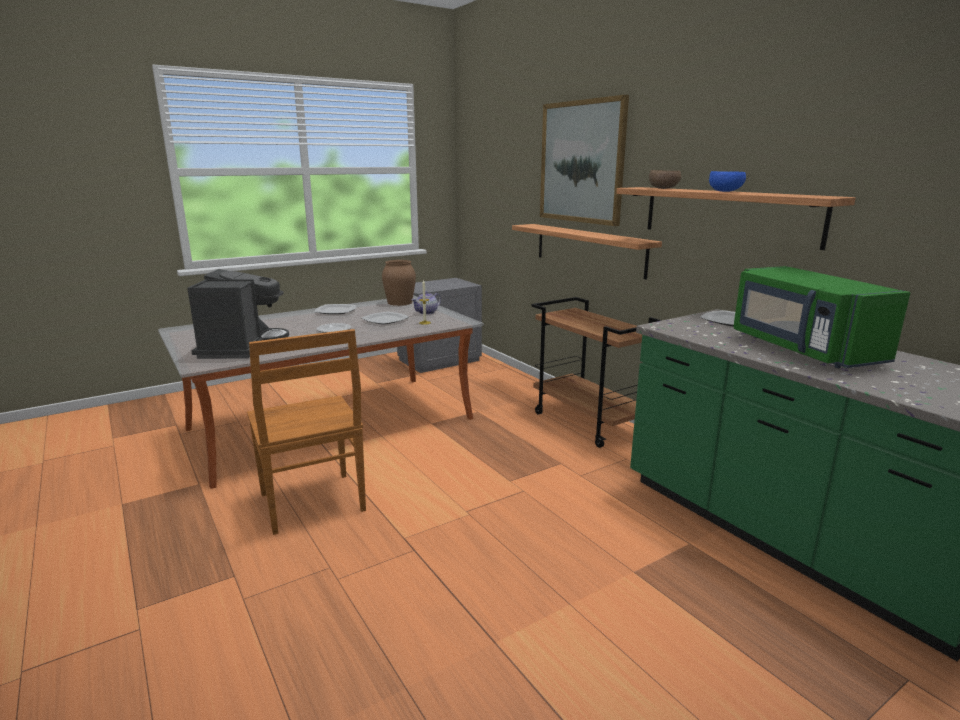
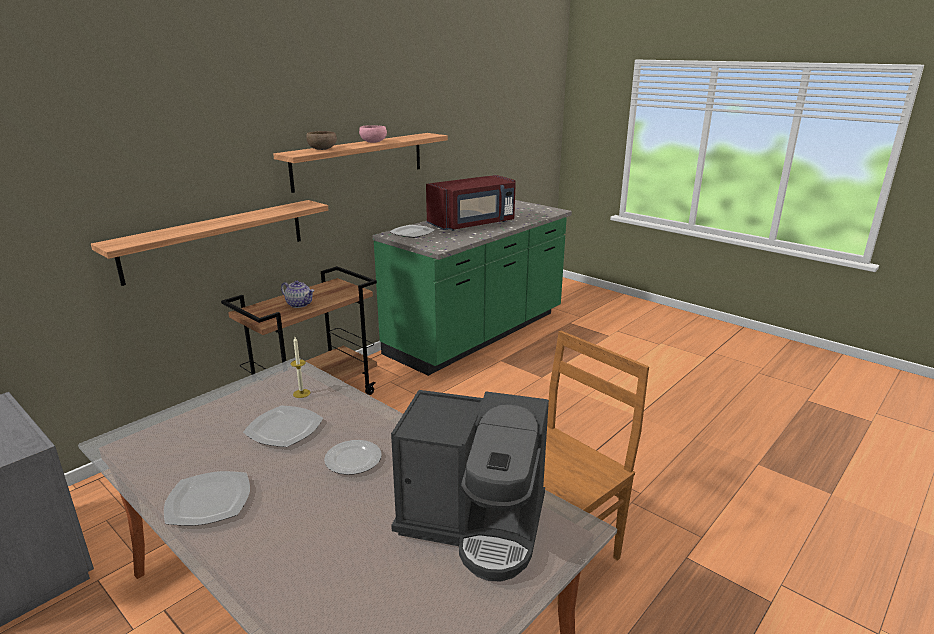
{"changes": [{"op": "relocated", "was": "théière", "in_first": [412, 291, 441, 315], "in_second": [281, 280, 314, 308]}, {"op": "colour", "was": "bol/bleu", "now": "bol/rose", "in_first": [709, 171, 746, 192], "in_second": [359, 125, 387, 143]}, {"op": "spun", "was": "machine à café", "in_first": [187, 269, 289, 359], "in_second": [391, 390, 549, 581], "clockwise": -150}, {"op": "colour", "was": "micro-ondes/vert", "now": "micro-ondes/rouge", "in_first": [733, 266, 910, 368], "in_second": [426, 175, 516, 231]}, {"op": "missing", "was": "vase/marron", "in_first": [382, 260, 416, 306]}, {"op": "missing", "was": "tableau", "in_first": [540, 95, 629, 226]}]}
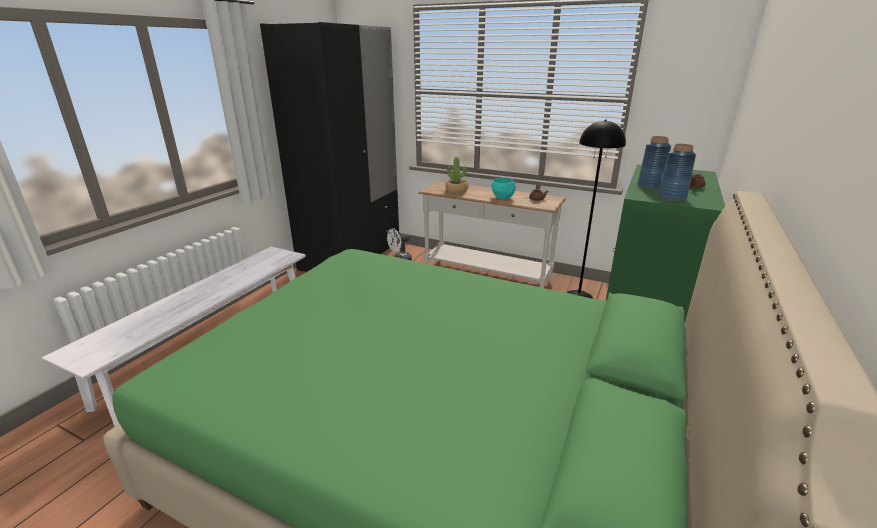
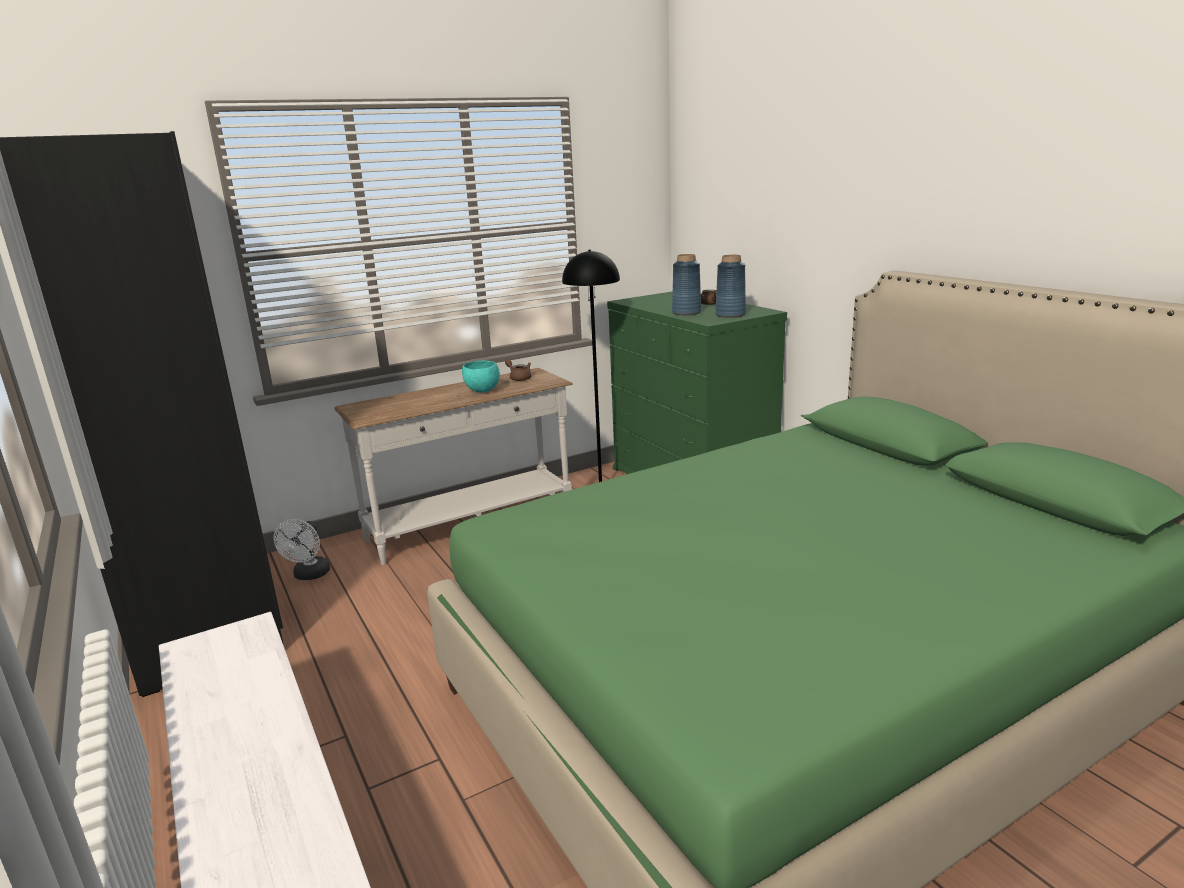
{"changes": [{"op": "missing", "was": "plante en pot", "in_first": [446, 157, 468, 193]}]}
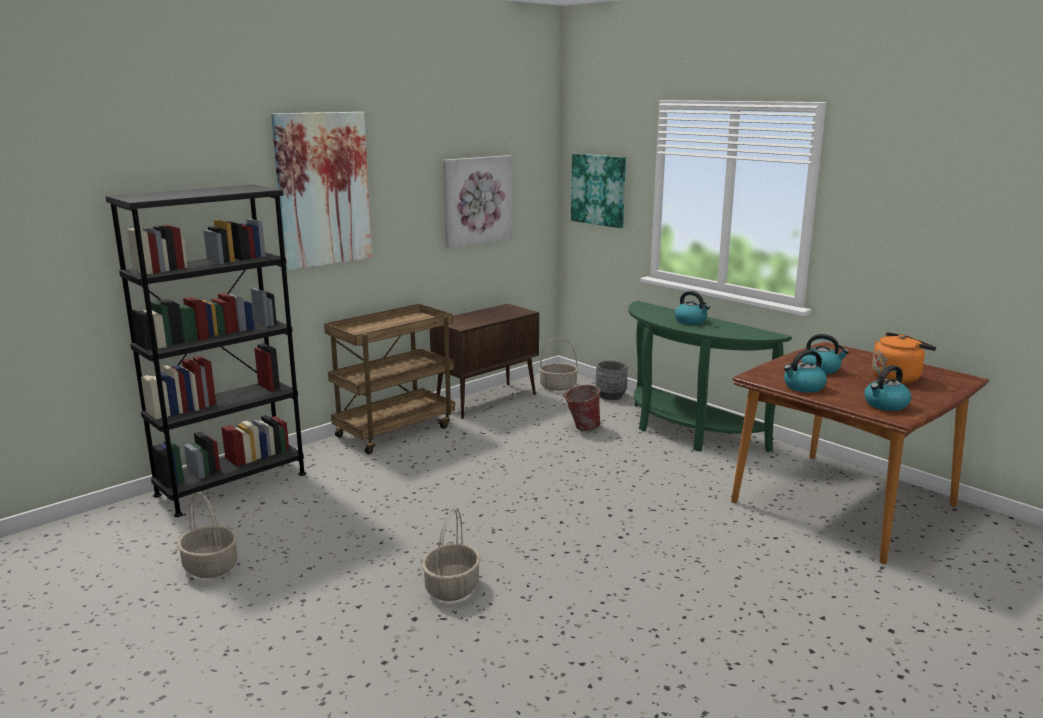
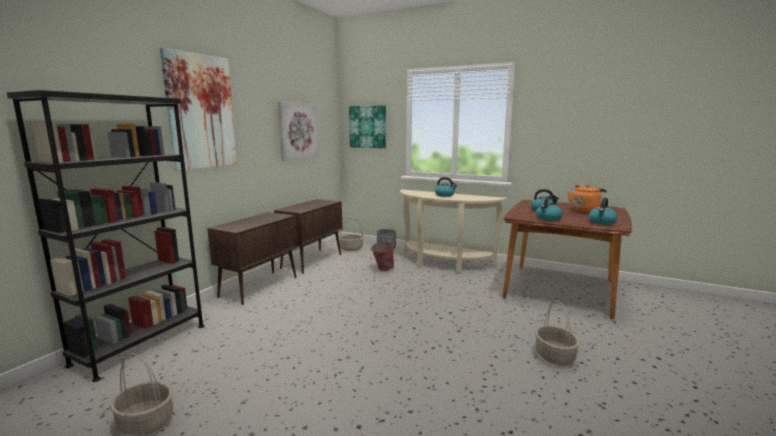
{"changes": [{"op": "exchanged", "was": "chariot/marron", "now": "meuble de rangement/marron", "in_first": [324, 304, 455, 454], "in_second": [207, 212, 297, 305]}, {"op": "colour", "was": "table console/vert", "now": "table console/beige", "in_first": [628, 301, 792, 452], "in_second": [400, 189, 507, 273]}, {"op": "relocated", "was": "panier", "in_first": [422, 509, 481, 601], "in_second": [535, 300, 580, 366]}]}
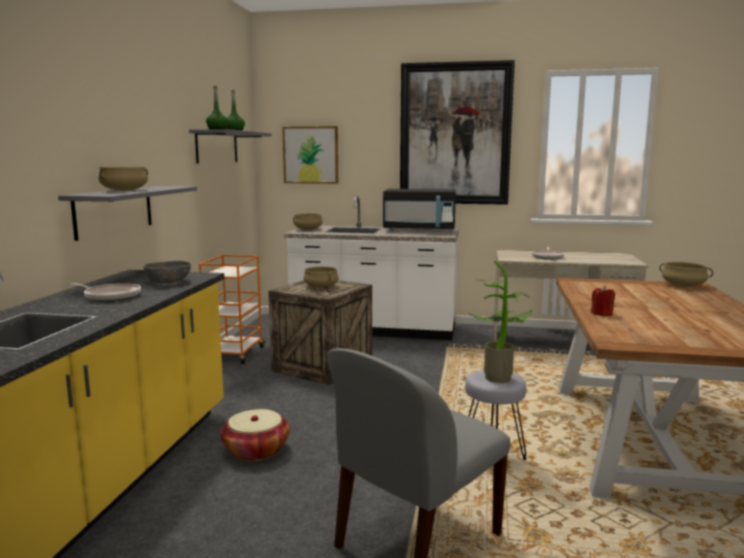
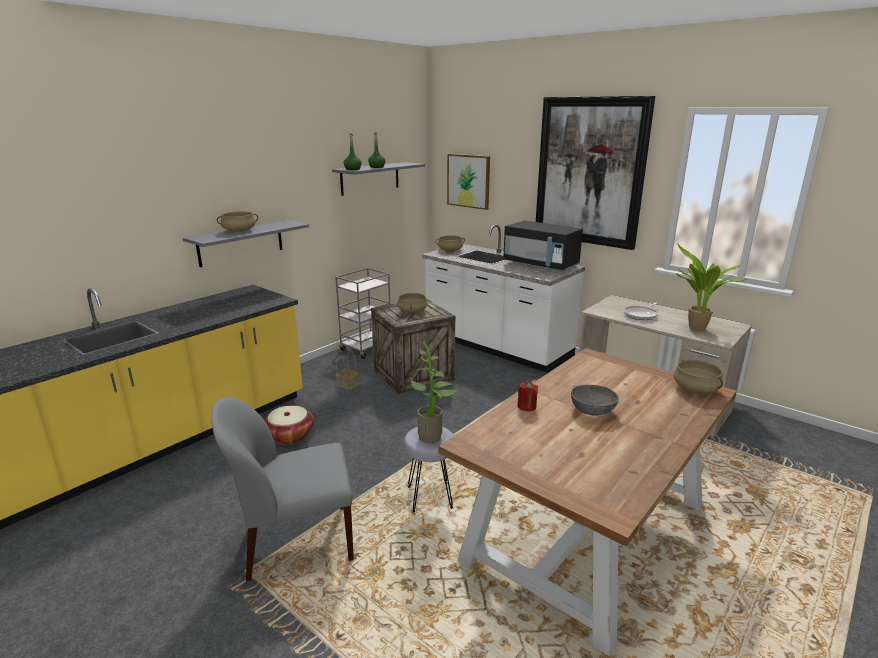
{"changes": [{"op": "colour", "was": "chariot/orange", "now": "chariot/gris", "in_first": [199, 255, 266, 364], "in_second": [335, 268, 391, 359]}, {"op": "appeared", "now": "panier", "in_second": [336, 350, 359, 390]}, {"op": "relocated", "was": "bol/gris", "in_first": [143, 261, 191, 284], "in_second": [571, 385, 619, 416]}, {"op": "appeared", "now": "plante en pot", "in_second": [677, 244, 746, 331]}, {"op": "missing", "was": "poêle", "in_first": [70, 283, 141, 302]}]}
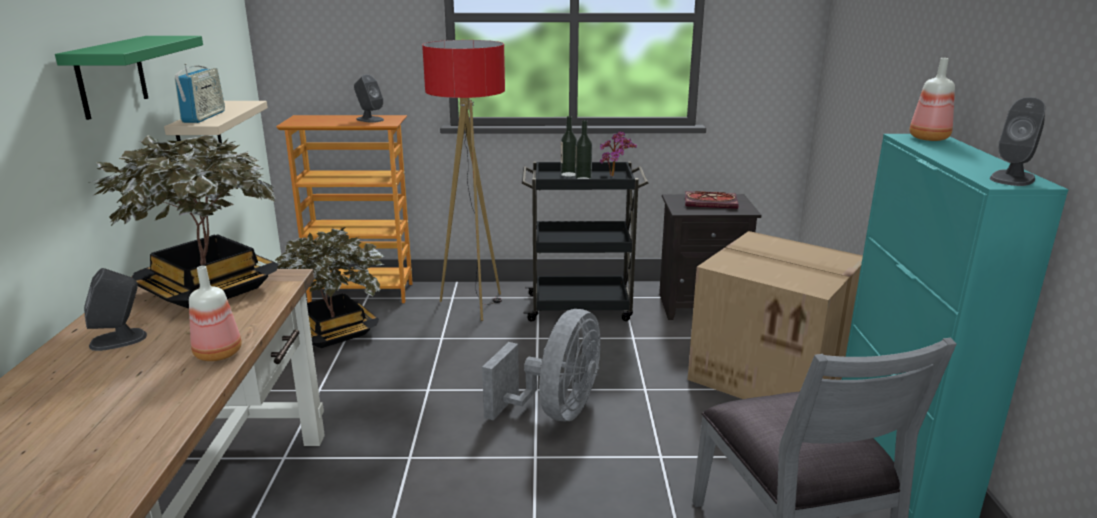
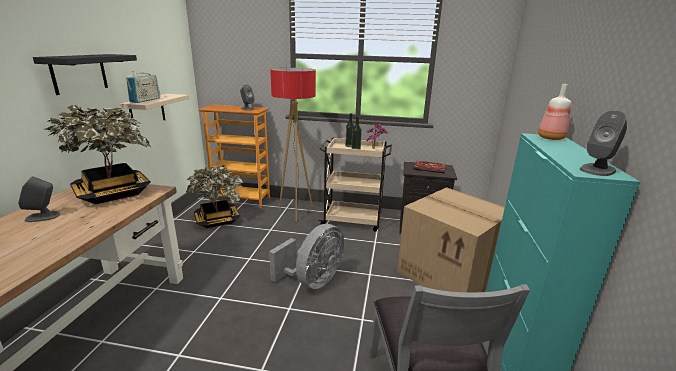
{"changes": [{"op": "colour", "was": "étagère/vert", "now": "étagère/noir", "in_first": [55, 36, 203, 120], "in_second": [33, 54, 137, 95]}, {"op": "colour", "was": "chariot/noir", "now": "chariot/beige", "in_first": [522, 162, 648, 321], "in_second": [319, 138, 392, 232]}, {"op": "missing", "was": "bouteille", "in_first": [189, 266, 242, 361]}]}
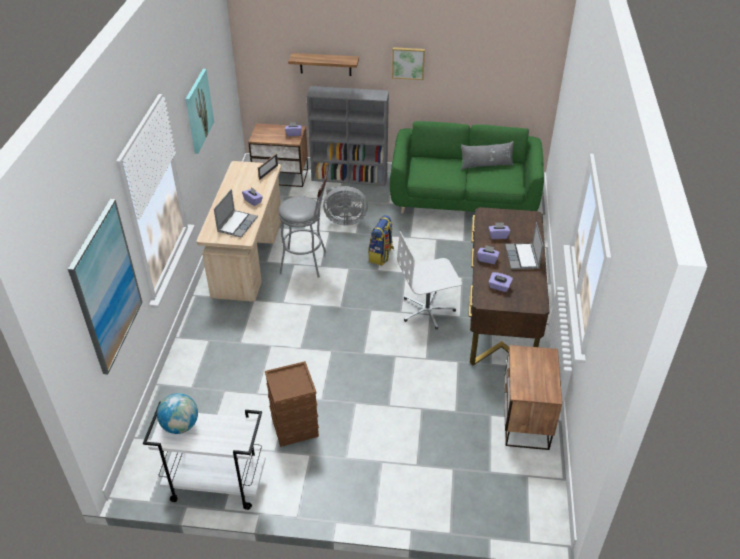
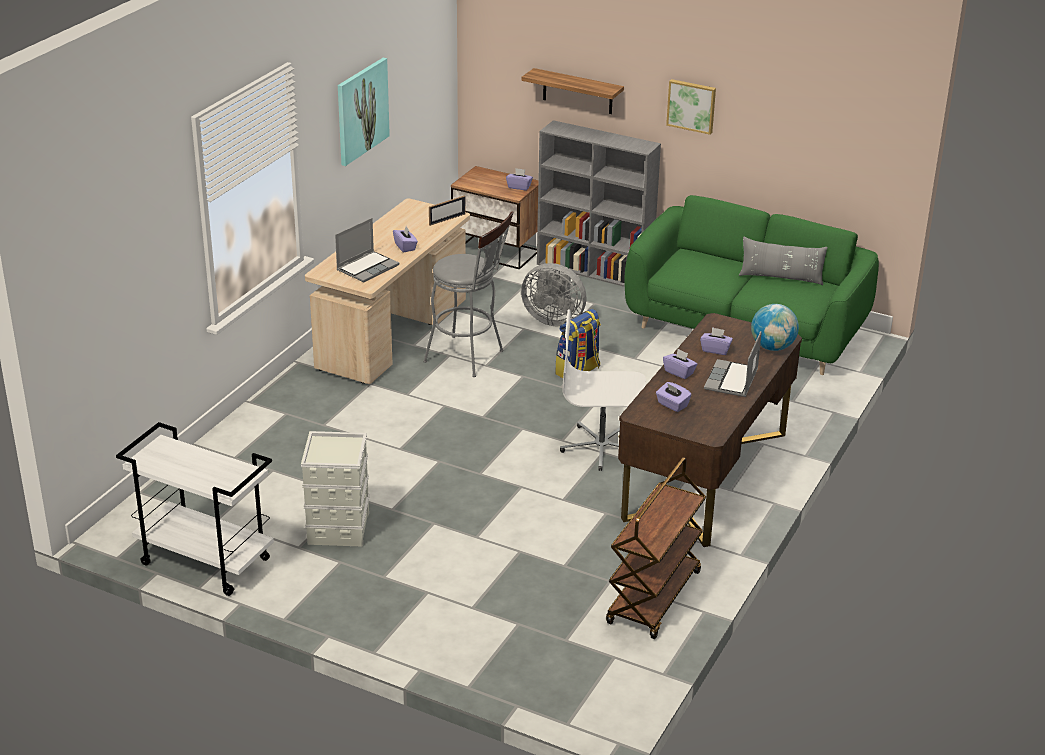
{"changes": [{"op": "colour", "was": "boîte de rangement/marron", "now": "boîte de rangement/gris", "in_first": [265, 361, 319, 447], "in_second": [301, 431, 370, 547]}, {"op": "exchanged", "was": "table de chevet", "now": "chariot/marron", "in_first": [504, 345, 562, 450], "in_second": [606, 457, 706, 639]}, {"op": "relocated", "was": "globe", "in_first": [157, 393, 198, 434], "in_second": [751, 304, 799, 351]}, {"op": "missing", "was": "tableau", "in_first": [68, 199, 143, 374]}]}
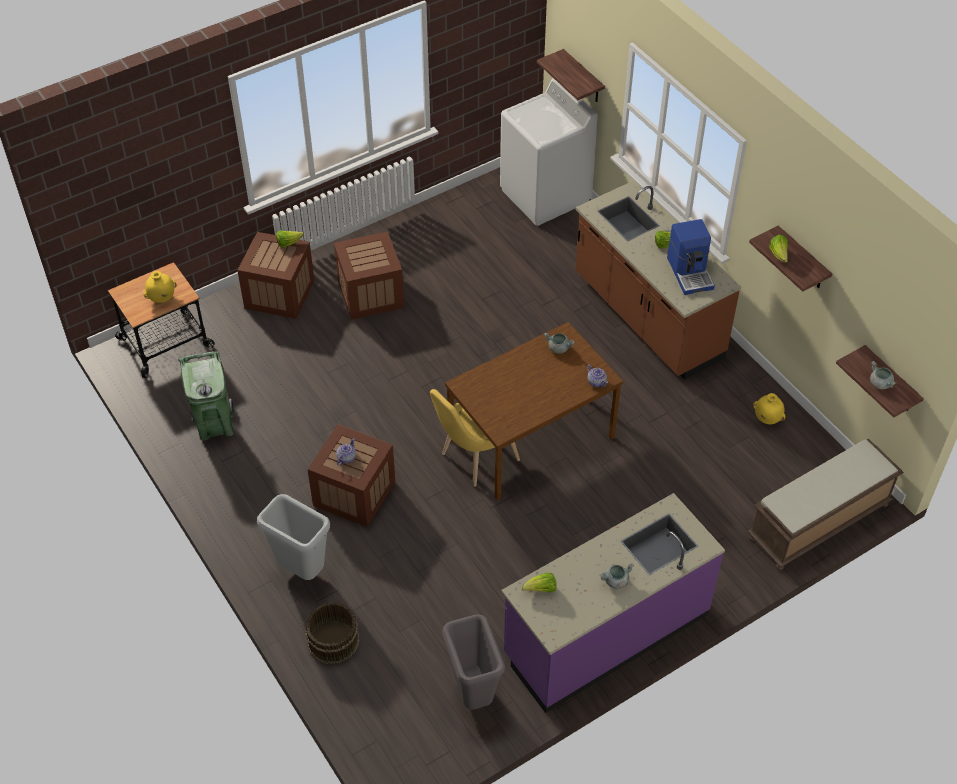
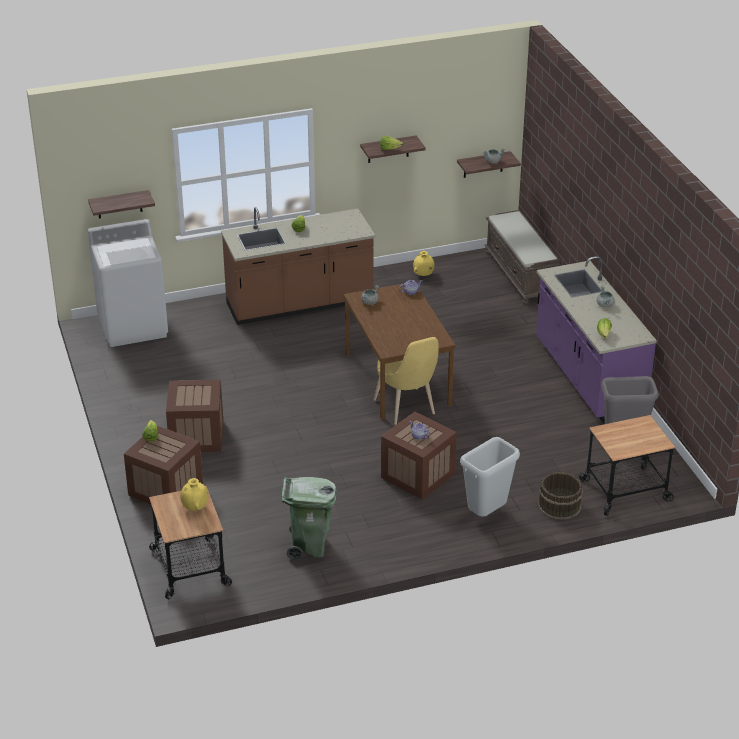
{"changes": [{"op": "appeared", "now": "chariot", "in_second": [579, 415, 675, 516]}, {"op": "missing", "was": "machine à café", "in_first": [667, 219, 715, 295]}]}
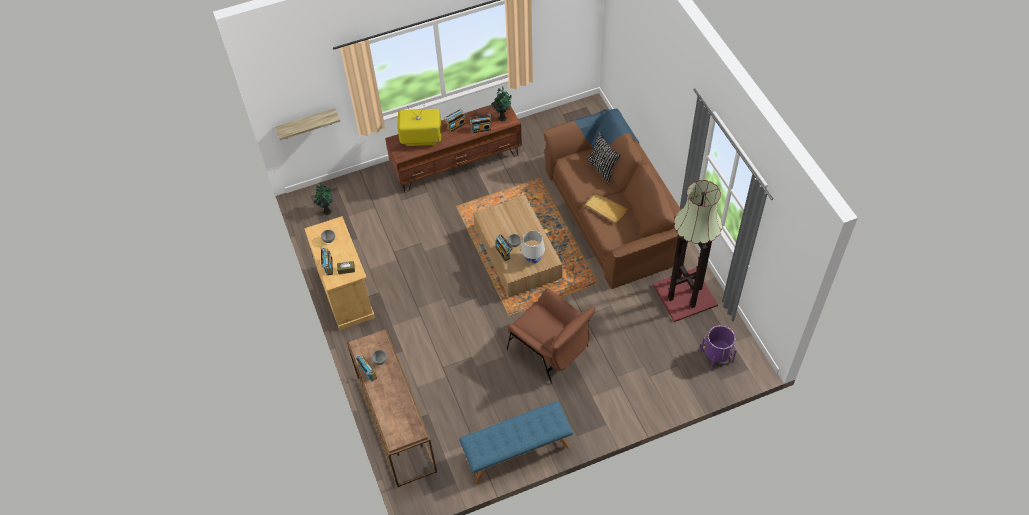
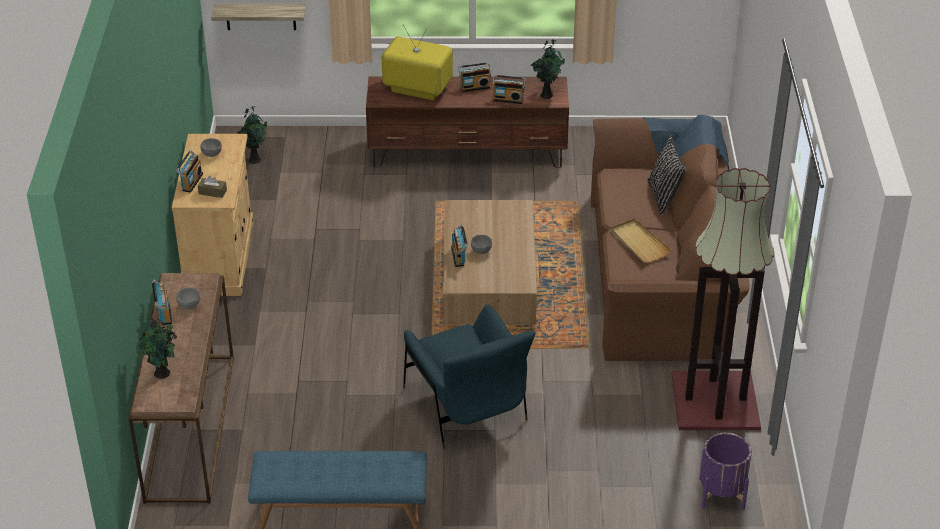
{"changes": [{"op": "appeared", "now": "plante en pot", "in_second": [140, 318, 177, 379]}, {"op": "colour", "was": "fauteuil/marron", "now": "fauteuil/bleu", "in_first": [507, 289, 595, 384], "in_second": [403, 304, 535, 449]}, {"op": "missing", "was": "lampe de table/blanc", "in_first": [521, 231, 545, 264]}]}
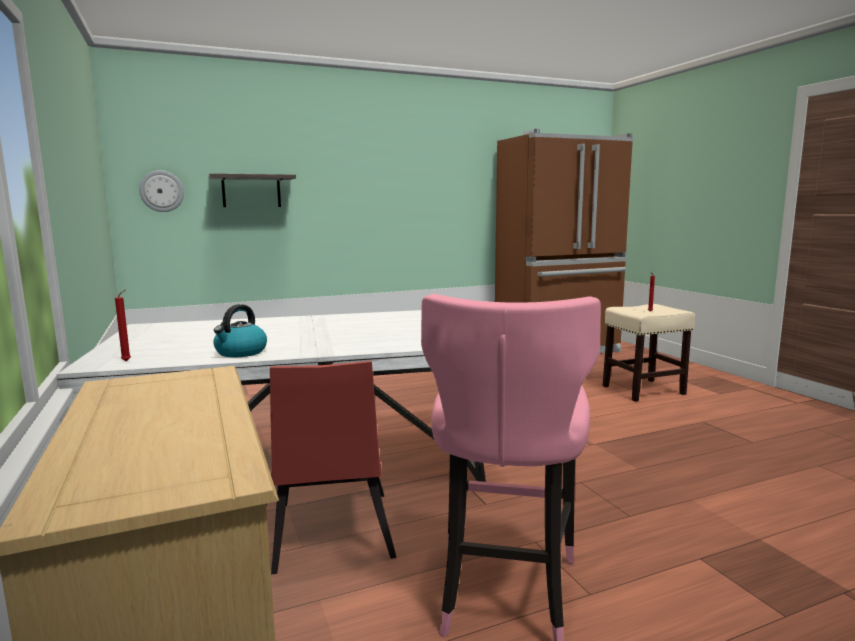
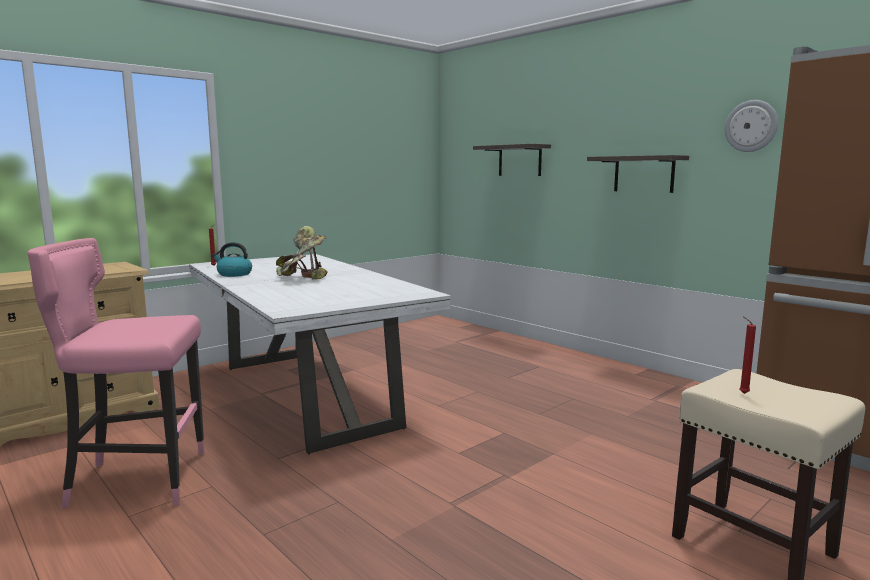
{"changes": [{"op": "appeared", "now": "plante en pot", "in_second": [276, 226, 327, 279]}, {"op": "appeared", "now": "étagère", "in_second": [587, 155, 689, 193]}, {"op": "relocated", "was": "horloge murale", "in_first": [139, 170, 184, 212], "in_second": [725, 100, 778, 152]}, {"op": "missing", "was": "chaise/rouge", "in_first": [270, 361, 396, 574]}]}
